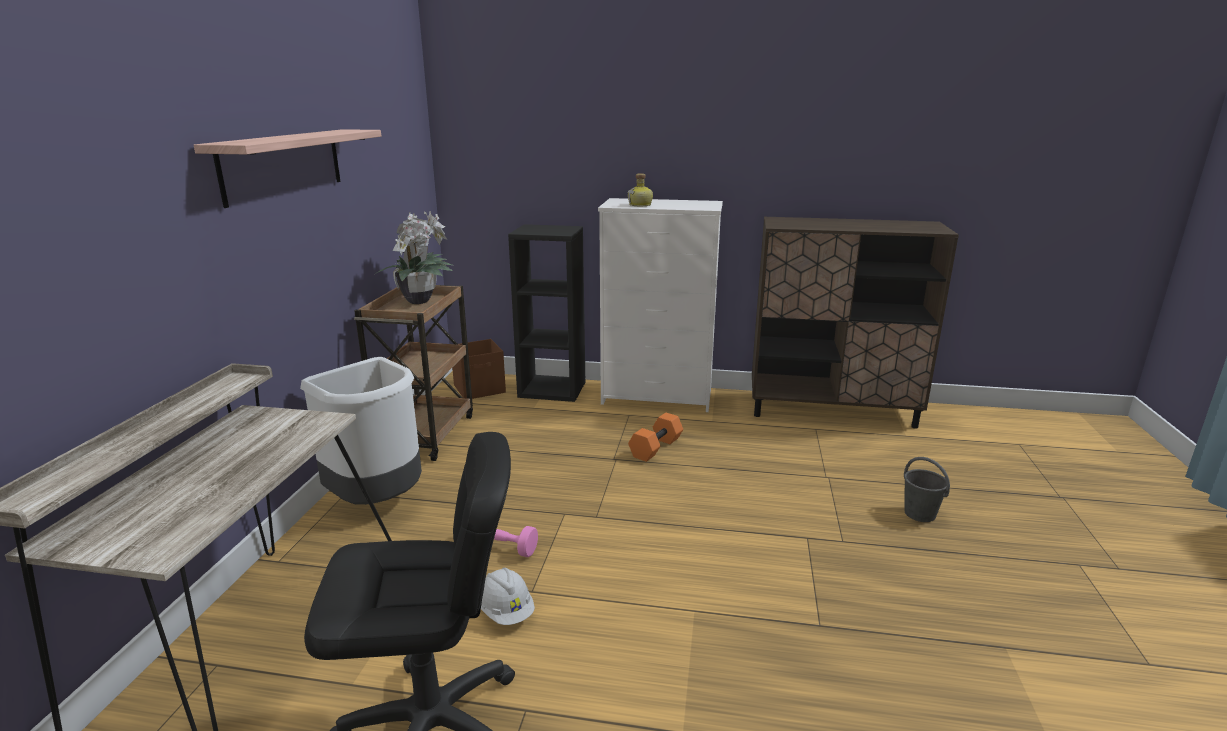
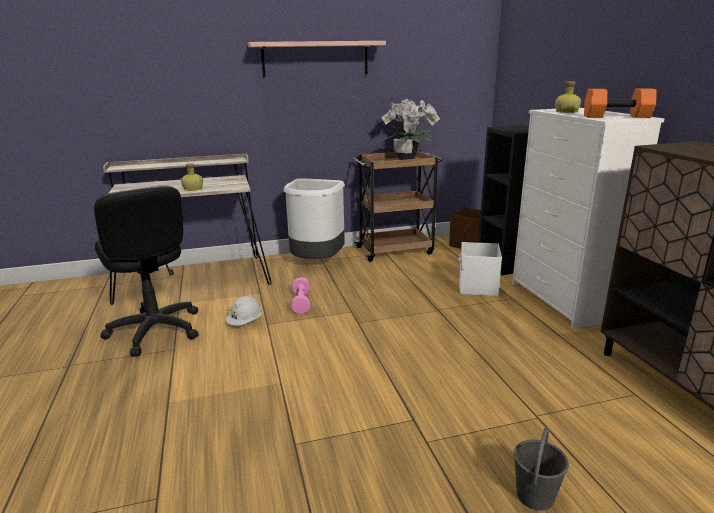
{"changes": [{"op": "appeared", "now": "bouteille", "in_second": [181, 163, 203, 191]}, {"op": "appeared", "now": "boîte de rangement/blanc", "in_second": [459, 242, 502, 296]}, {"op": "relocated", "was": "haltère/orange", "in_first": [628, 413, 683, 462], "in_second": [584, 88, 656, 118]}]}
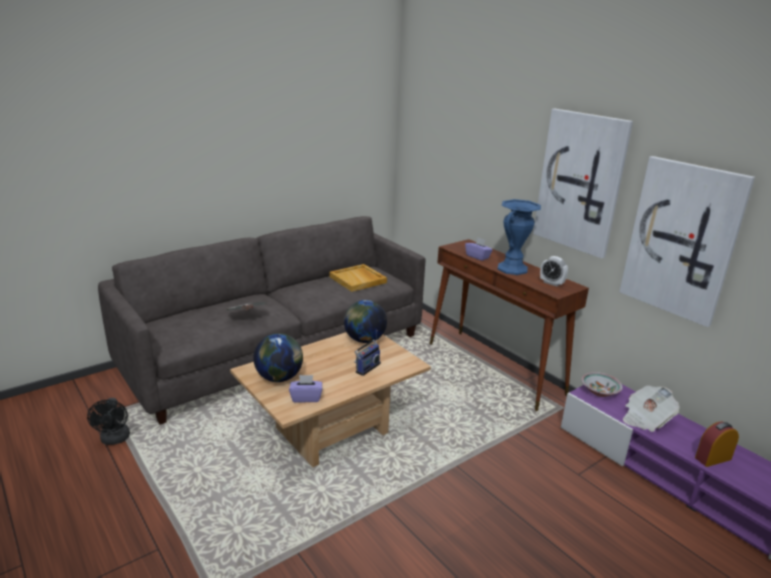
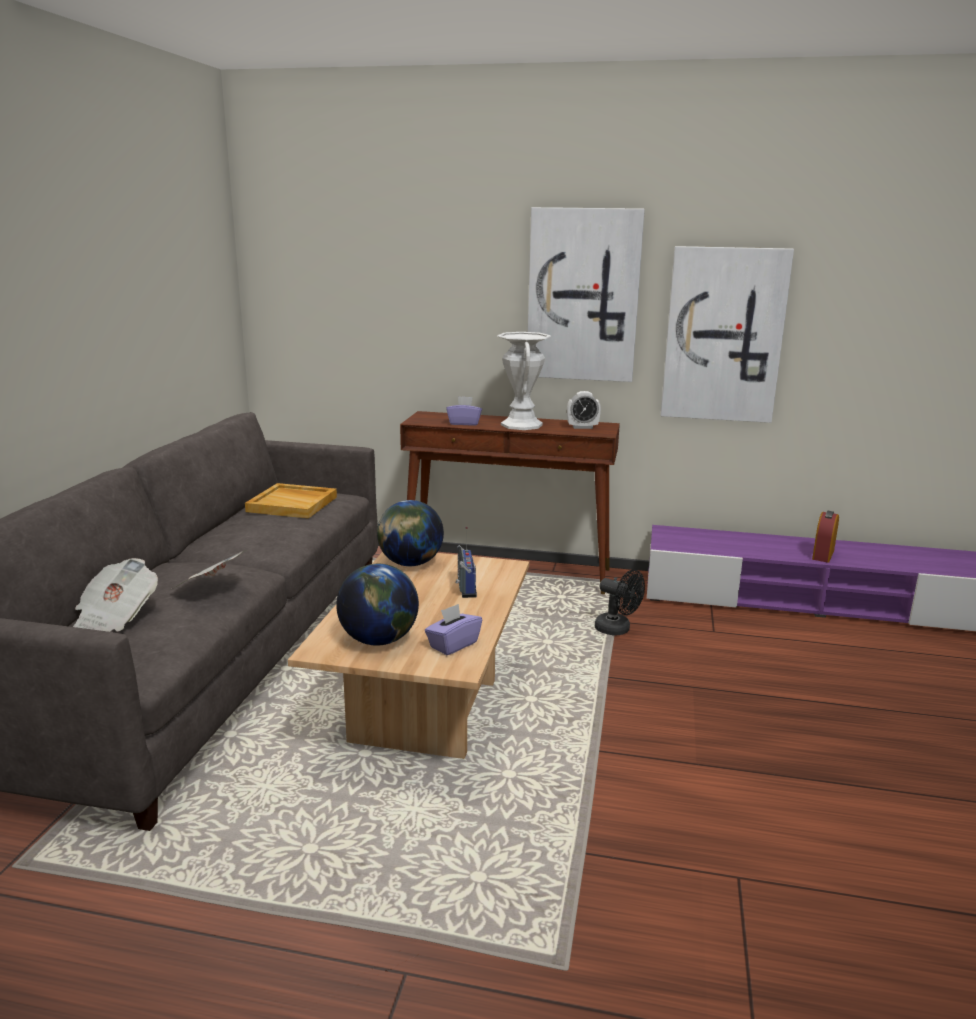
{"changes": [{"op": "relocated", "was": "journal", "in_first": [623, 385, 679, 432], "in_second": [73, 558, 158, 632]}, {"op": "colour", "was": "vase/bleu", "now": "vase/blanc", "in_first": [498, 199, 541, 275], "in_second": [497, 332, 551, 430]}, {"op": "relocated", "was": "ventilateur/noir", "in_first": [87, 398, 130, 445], "in_second": [595, 570, 645, 636]}, {"op": "missing", "was": "bol", "in_first": [581, 372, 623, 397]}]}
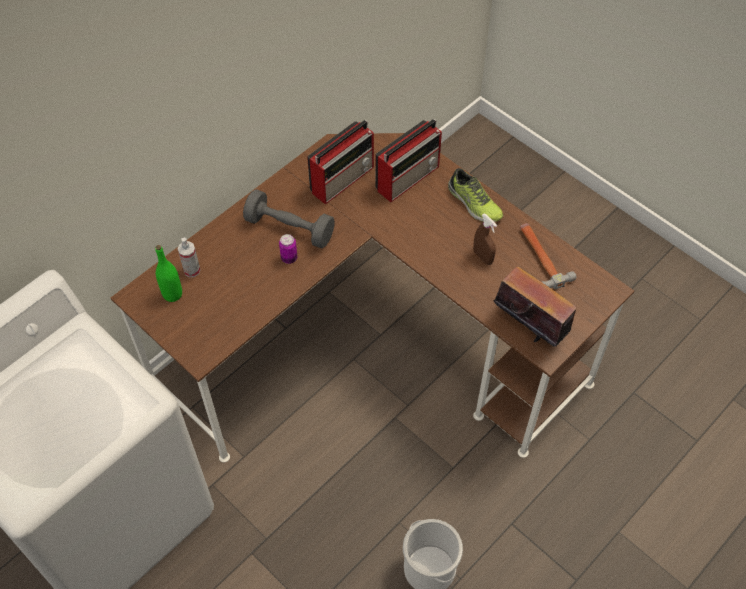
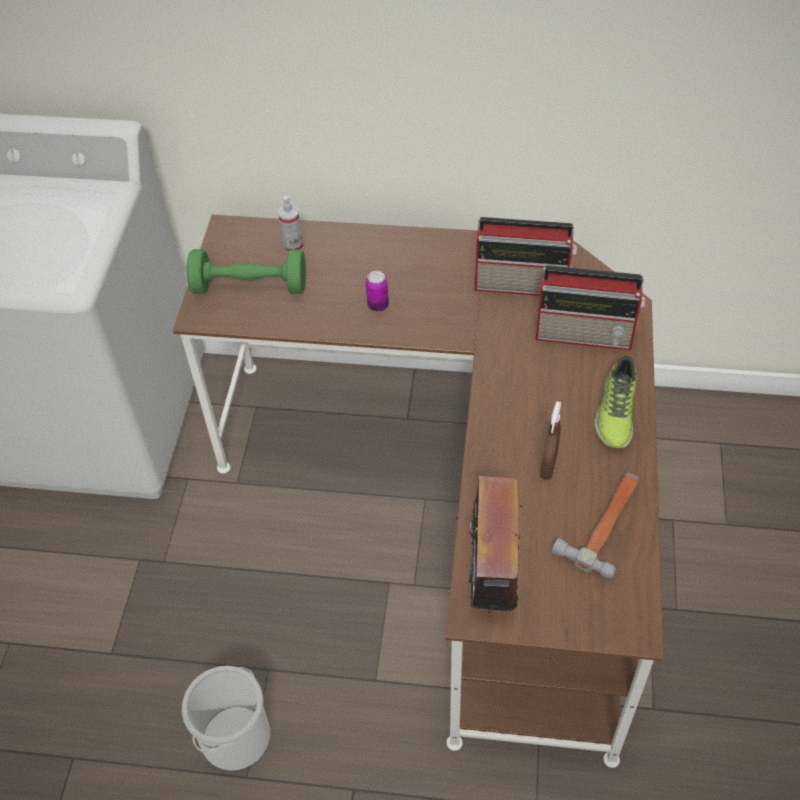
{"changes": [{"op": "appeared", "now": "haltère/vert", "in_second": [187, 249, 306, 294]}, {"op": "missing", "was": "bouteille/vert", "in_first": [155, 245, 182, 302]}, {"op": "missing", "was": "haltère/gris", "in_first": [243, 189, 335, 248]}]}
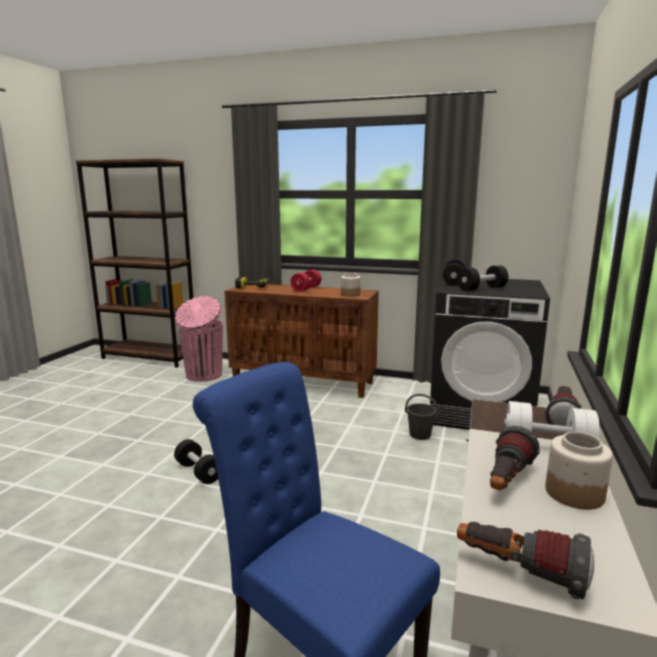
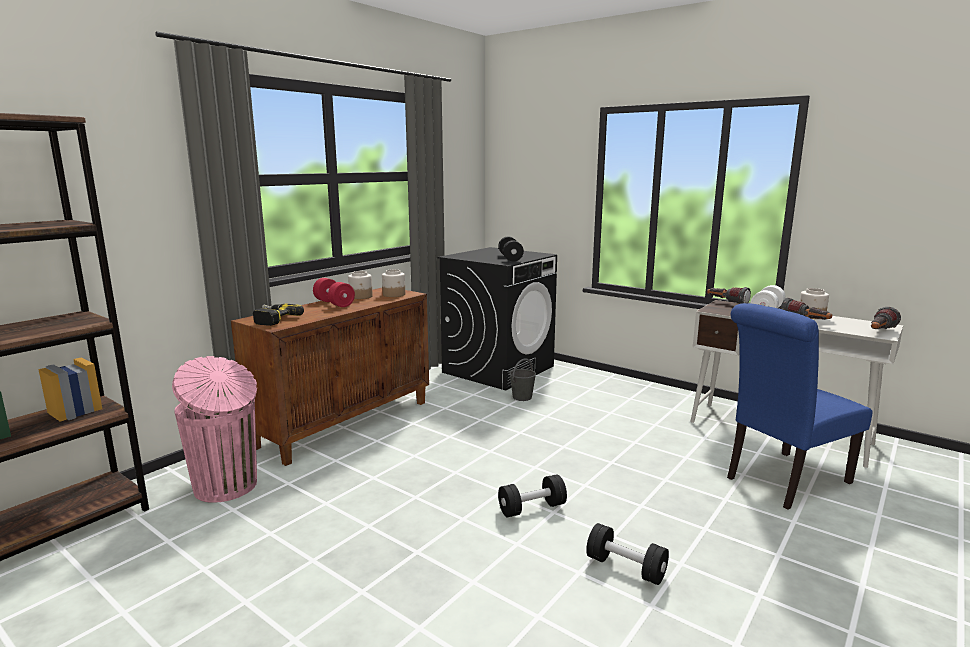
{"changes": [{"op": "appeared", "now": "bocal", "in_second": [348, 271, 373, 299]}, {"op": "relocated", "was": "haltère/noir", "in_first": [443, 259, 465, 286], "in_second": [586, 523, 669, 585]}]}
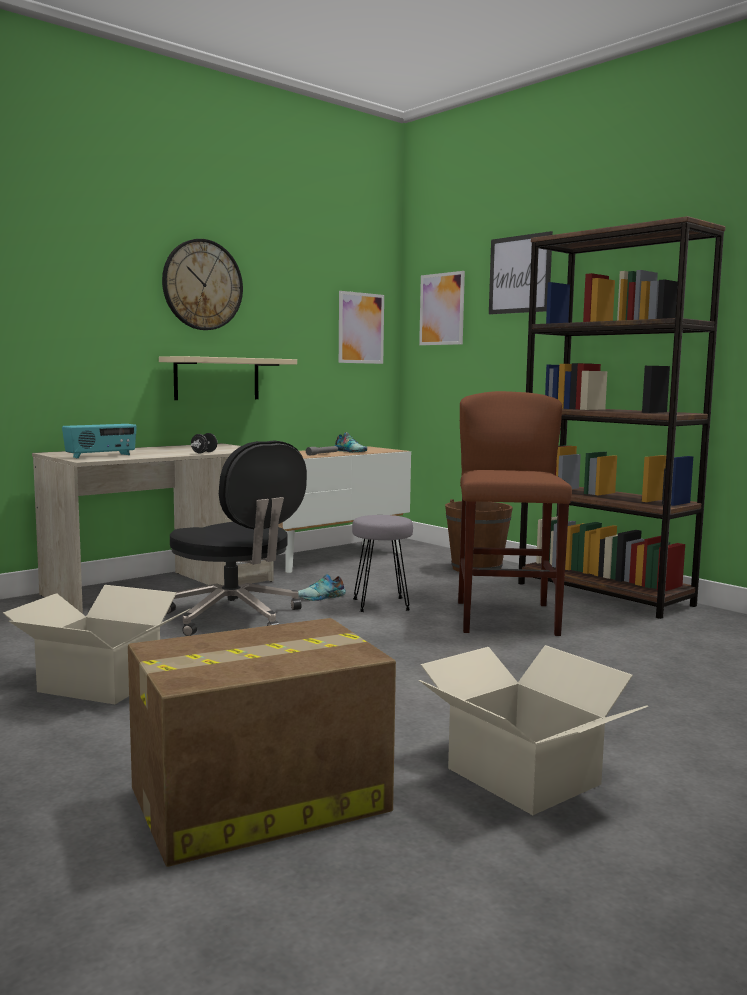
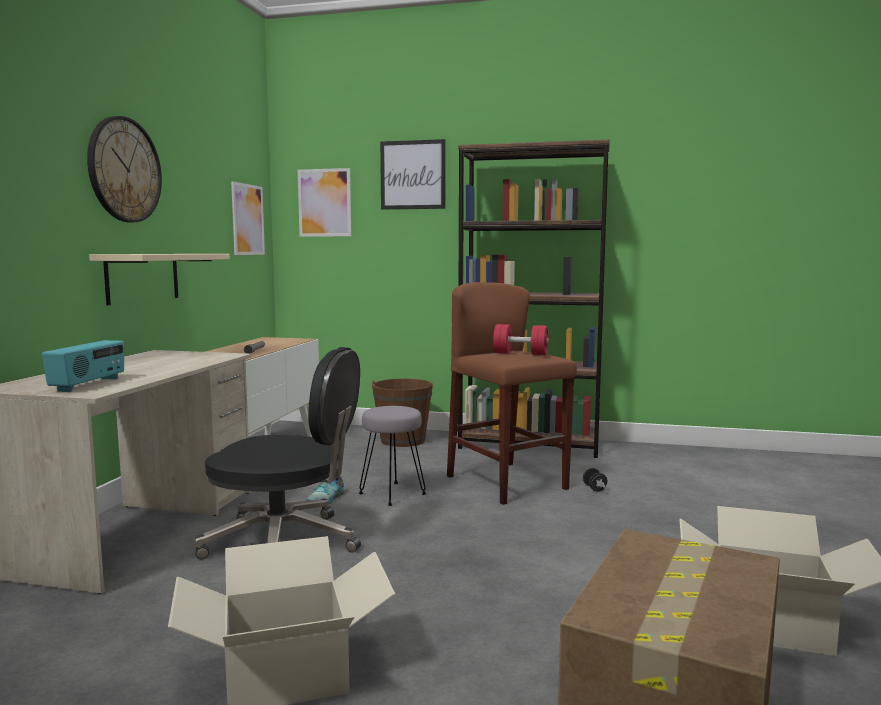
{"changes": [{"op": "appeared", "now": "haltère/rouge", "in_second": [493, 324, 549, 355]}, {"op": "relocated", "was": "haltère/noir", "in_first": [191, 433, 218, 454], "in_second": [583, 468, 608, 491]}, {"op": "missing", "was": "chaussure", "in_first": [335, 432, 367, 453]}]}
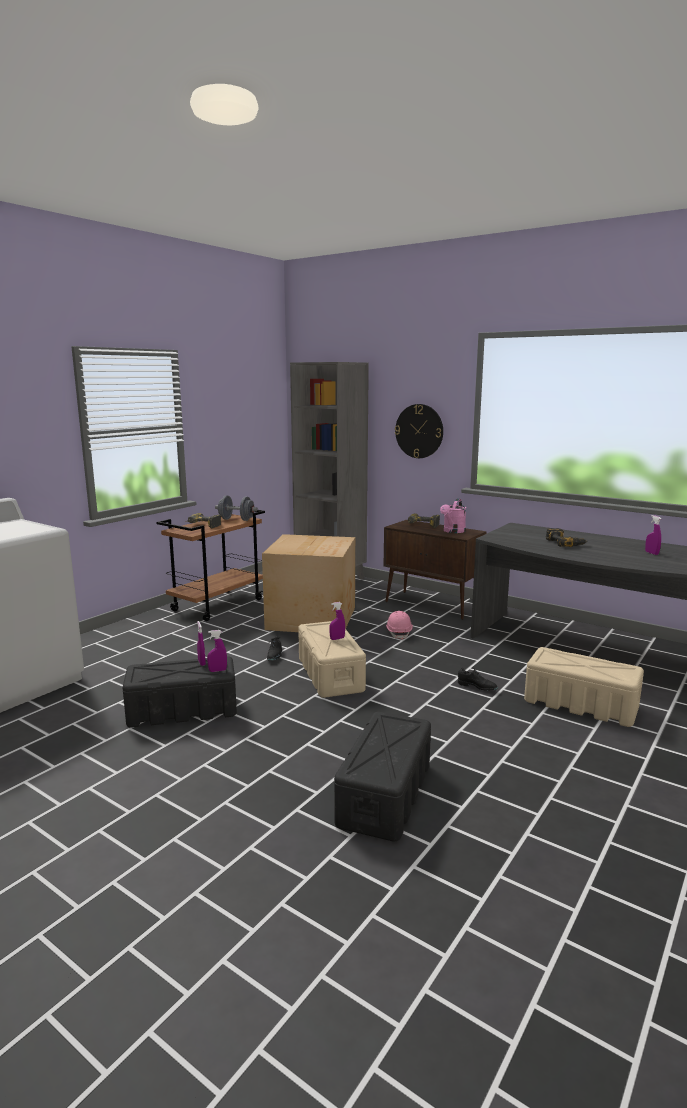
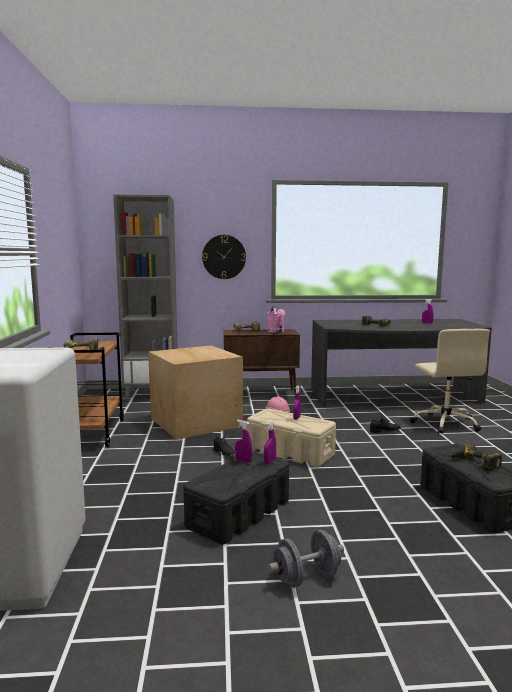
{"changes": [{"op": "relocated", "was": "haltère/gris", "in_first": [215, 496, 258, 521], "in_second": [268, 530, 344, 588]}, {"op": "exchanged", "was": "boîte de rangement/beige", "now": "chaise de bureau/beige", "in_first": [524, 647, 644, 727], "in_second": [410, 329, 490, 434]}, {"op": "appeared", "now": "perceuse", "in_second": [448, 444, 502, 471]}]}
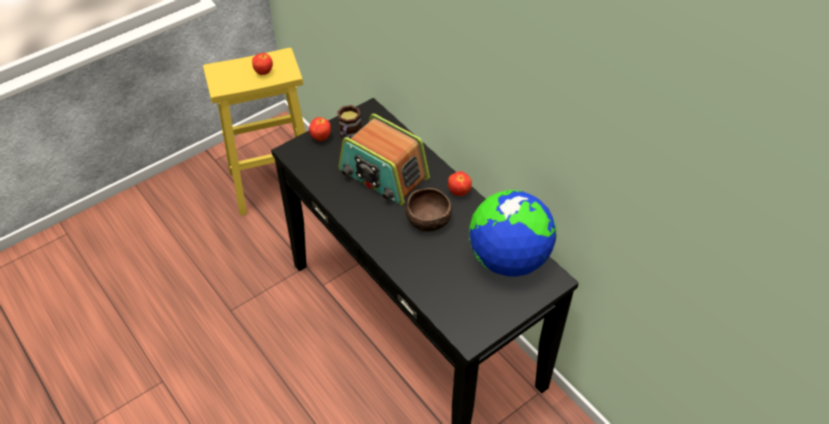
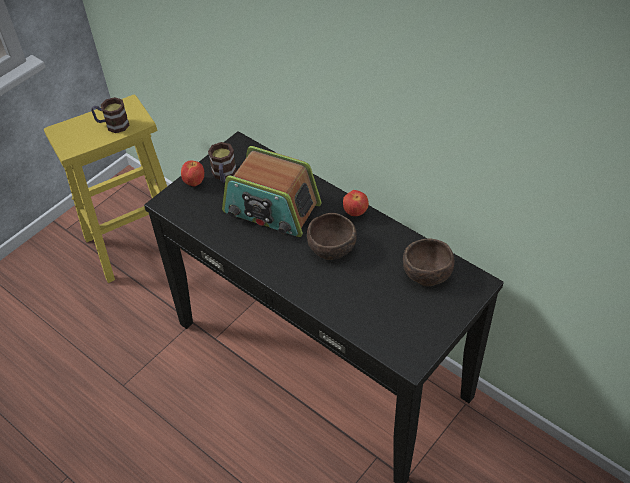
{"changes": [{"op": "exchanged", "was": "pomme", "now": "mug", "in_first": [252, 53, 273, 75], "in_second": [91, 97, 130, 133]}, {"op": "exchanged", "was": "globe", "now": "bol/marron", "in_first": [469, 190, 556, 276], "in_second": [403, 238, 455, 287]}]}
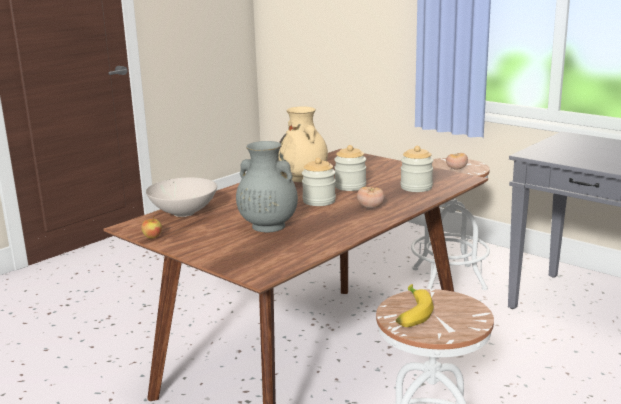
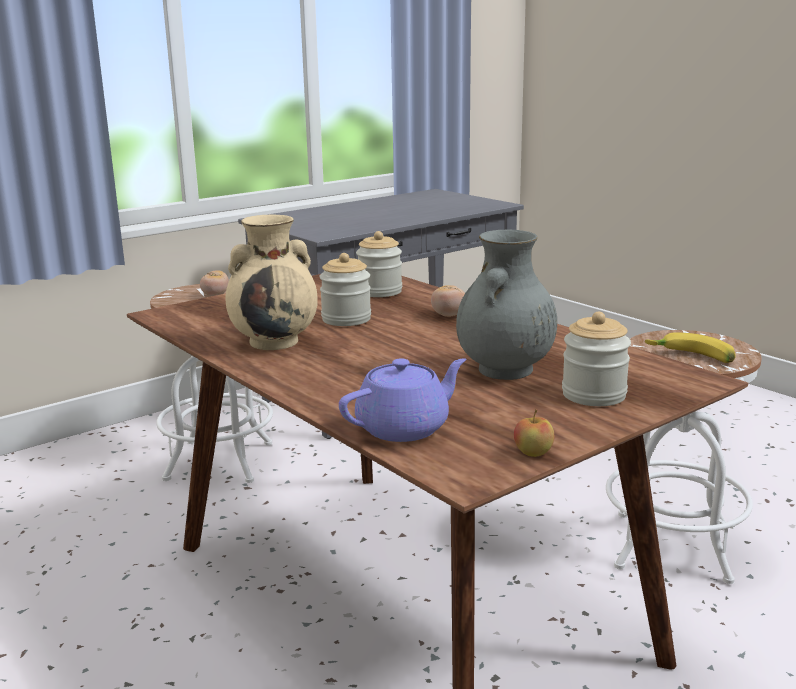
{"changes": [{"op": "exchanged", "was": "bol/blanc", "now": "théière/violet", "in_first": [146, 178, 217, 217], "in_second": [339, 358, 467, 442]}, {"op": "relocated", "was": "bocal", "in_first": [302, 157, 336, 206], "in_second": [562, 312, 631, 406]}]}
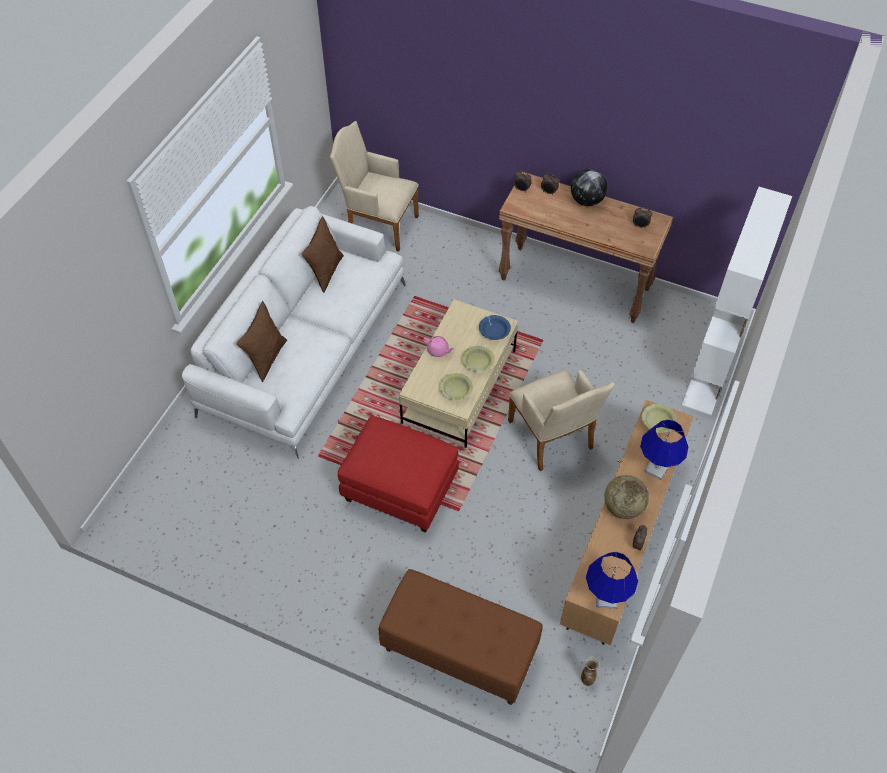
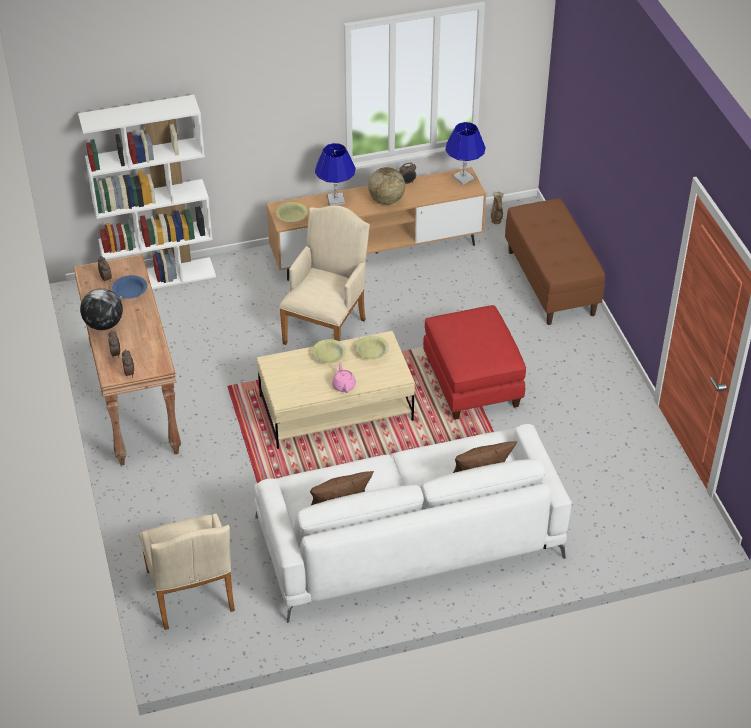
{"changes": [{"op": "relocated", "was": "bol/bleu", "in_first": [479, 315, 511, 340], "in_second": [112, 275, 147, 299]}]}
